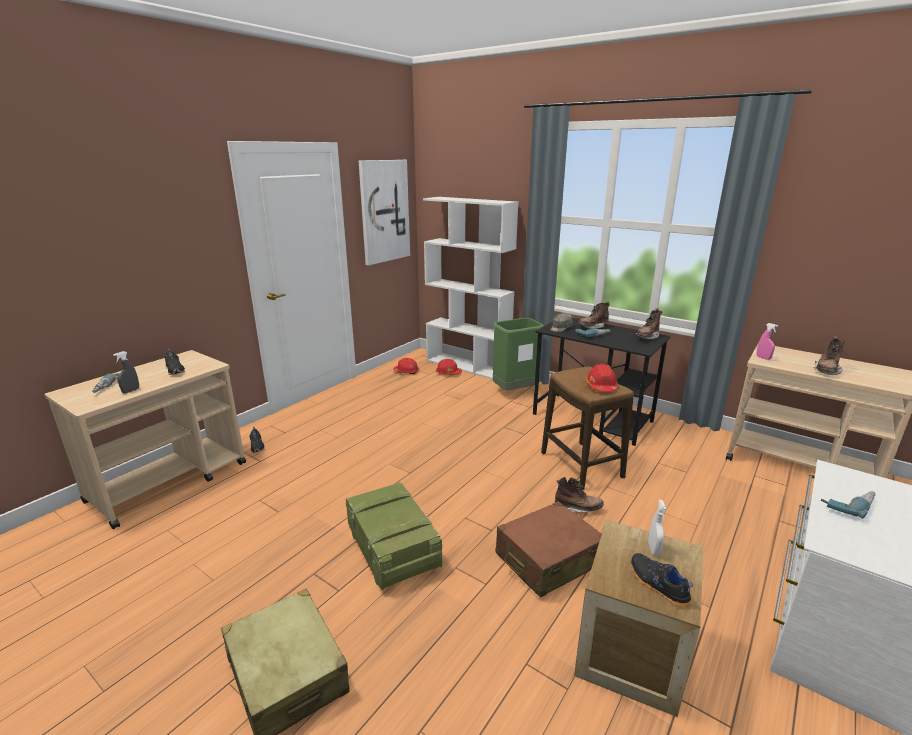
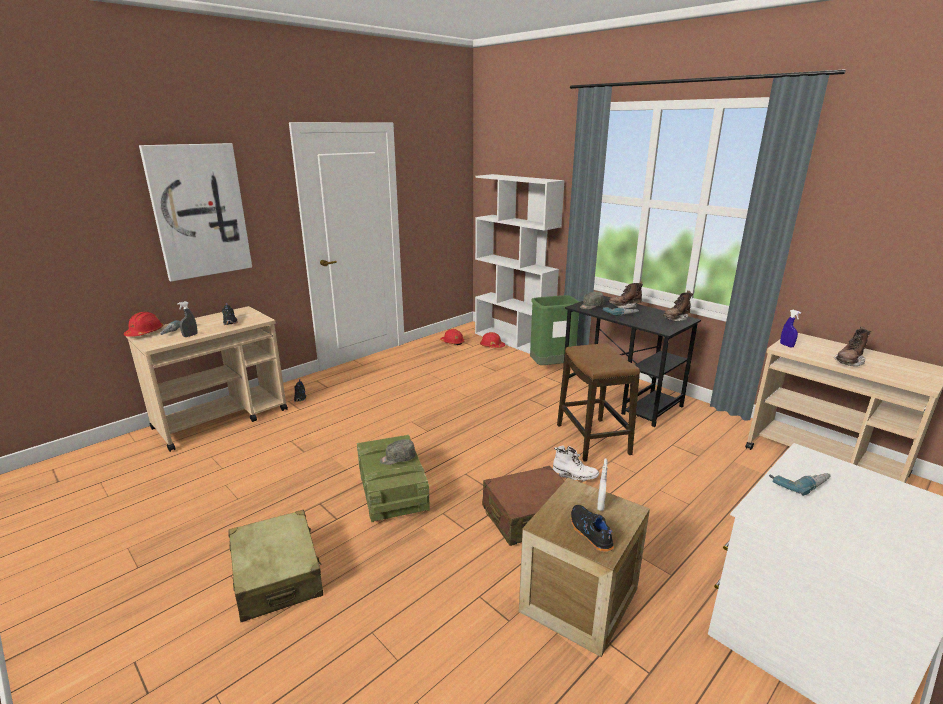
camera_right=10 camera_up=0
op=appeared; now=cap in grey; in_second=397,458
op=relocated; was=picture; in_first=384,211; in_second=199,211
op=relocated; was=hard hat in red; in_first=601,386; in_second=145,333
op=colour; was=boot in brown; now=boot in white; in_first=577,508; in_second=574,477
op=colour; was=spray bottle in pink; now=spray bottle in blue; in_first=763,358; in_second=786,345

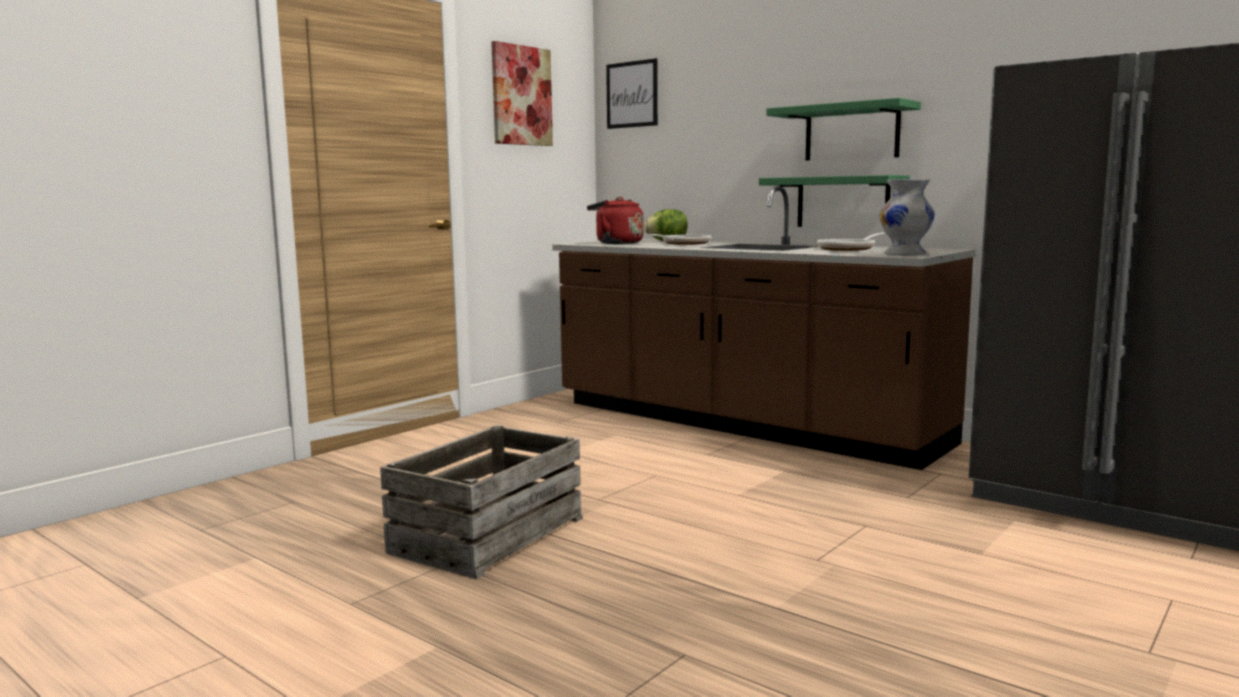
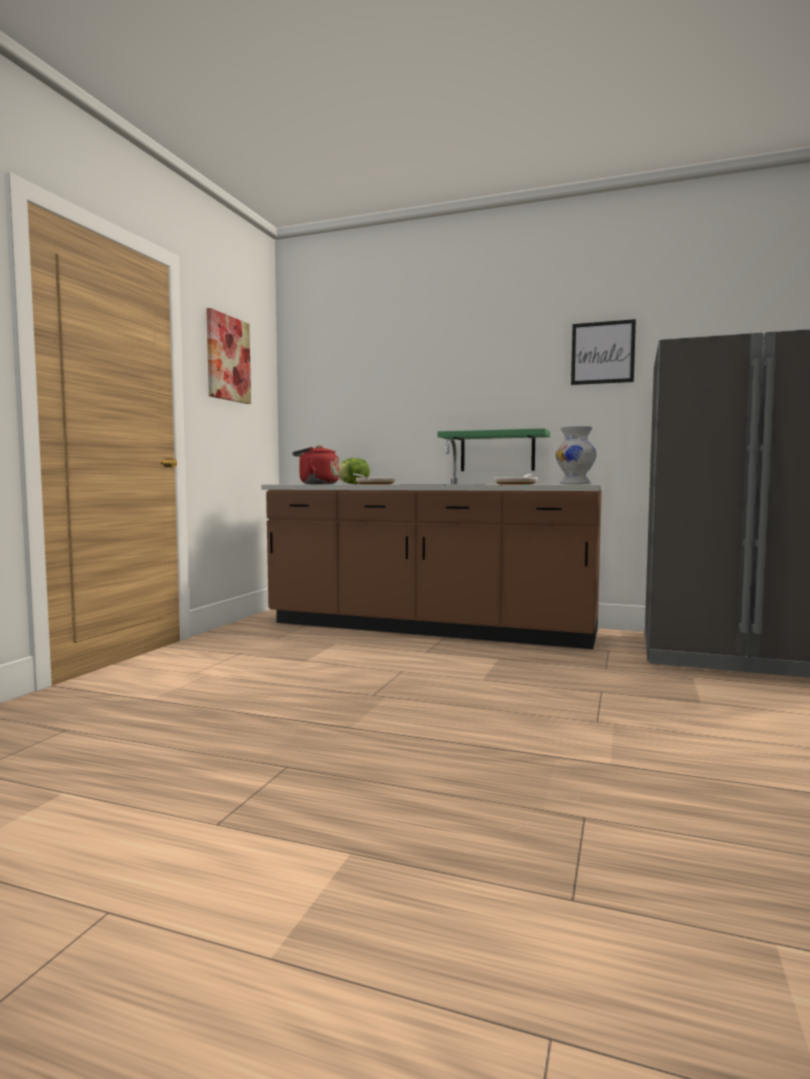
camera_right=-20 camera_up=-5
op=missing; was=crate; in_first=487,534
op=missing; was=shelf in green; in_first=851,132
op=relocated; was=picture; in_first=632,94; in_second=602,353

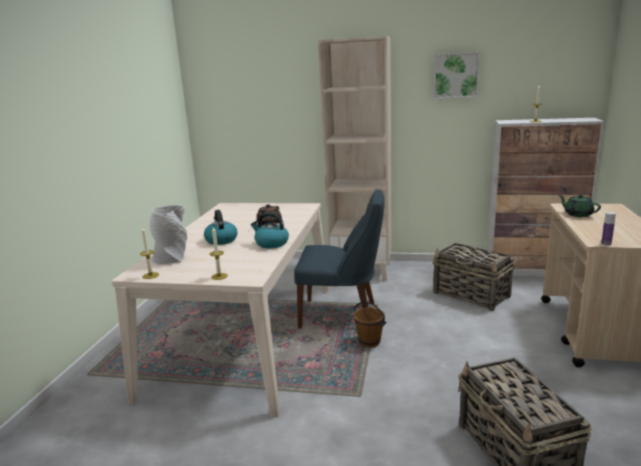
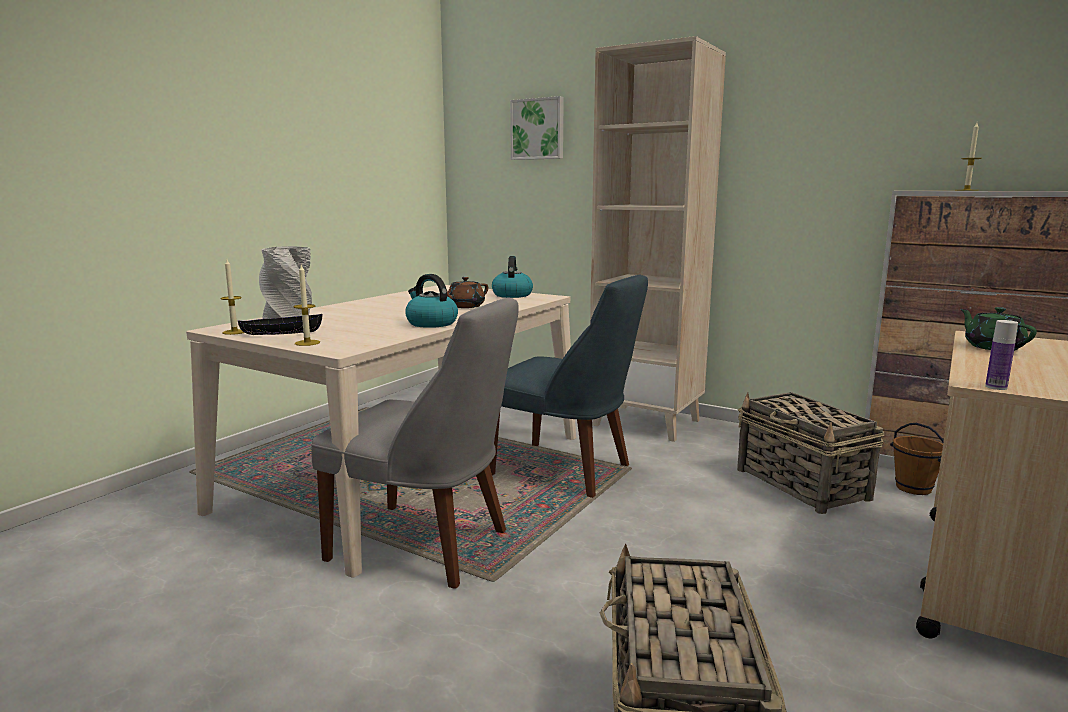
camera_right=20 camera_up=-5
op=appeared; now=bowl in black; in_second=282,333
op=appeared; now=chair in grey; in_second=426,546
op=relocated; was=kettle; in_first=221,240; in_second=512,295
op=relocated; was=bucket in brown; in_first=369,342; in_second=914,488
op=relocated; was=picture; in_first=456,75; in_second=538,129

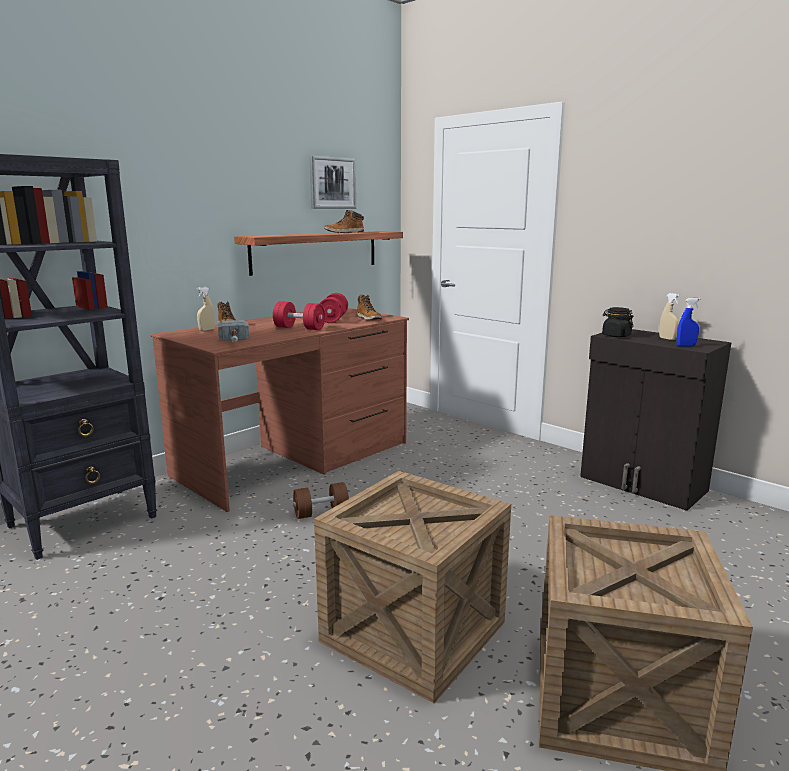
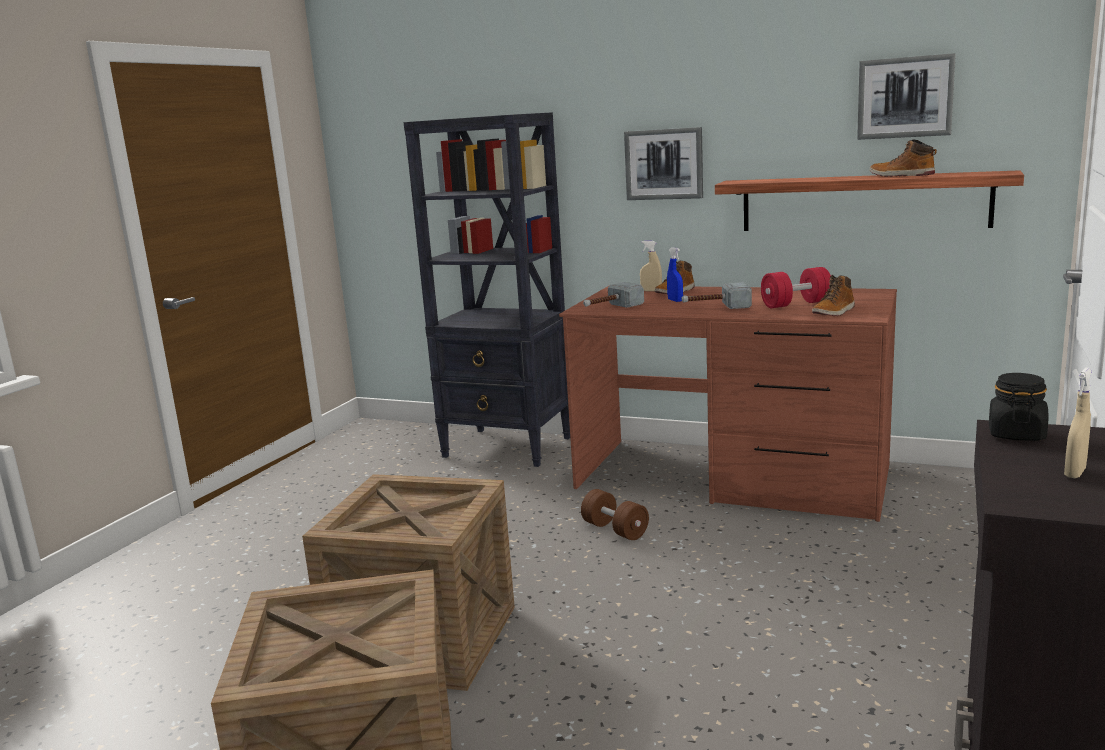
camera_right=70 camera_up=0
op=appeared; now=picture; in_second=664,164
op=relocated; was=spray bottle in blue; in_first=686,346; in_second=675,300
op=exchanged; was=dumbbell in red; now=hammer; in_first=299,328; in_second=716,307

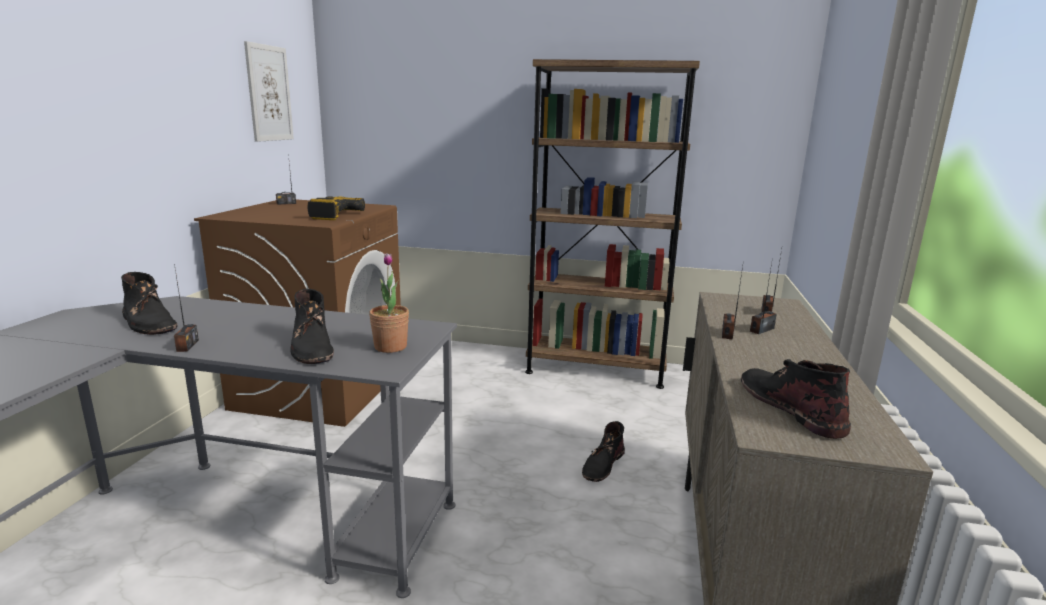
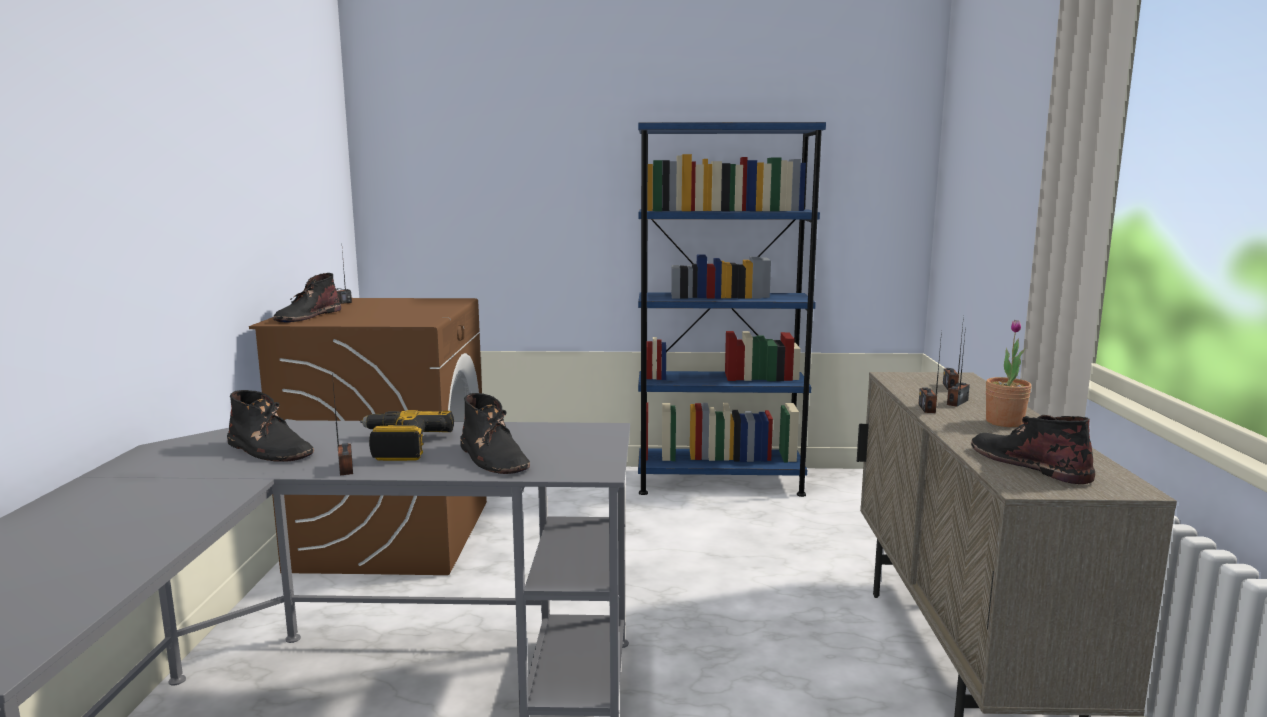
camera_right=-10 camera_up=-5
op=missing; was=picture; in_first=269,93
op=relocated; was=power drill; in_first=330,215; in_second=399,446
op=relocated; was=potted plant; in_first=390,347; in_second=1004,422
op=relocated; was=boot in black; in_first=602,465; in_second=307,316
op=colour; was=bookcase in brown; now=bookcase in blue; in_first=595,369; in_second=719,482

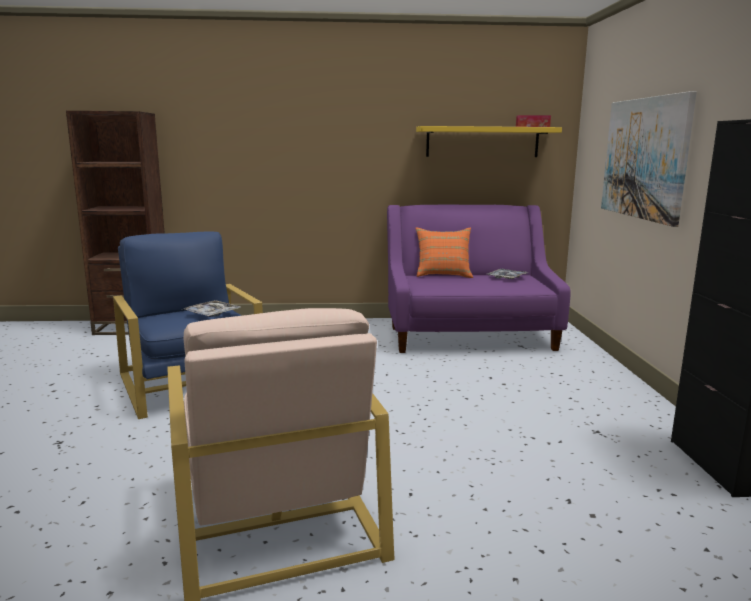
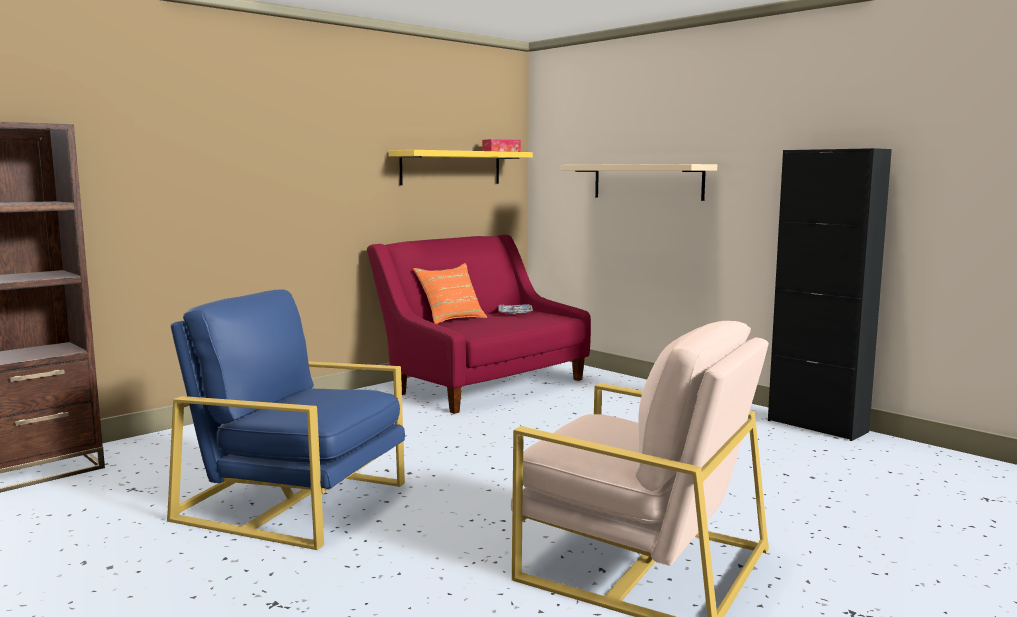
camera_right=-40 camera_up=-5
op=missing; was=tray; in_first=212,314
op=exchanged; was=picture; now=shelf in beige; in_first=644,158; in_second=647,181
op=colour; was=sofa in purple; now=sofa in red; in_first=468,335; in_second=483,384

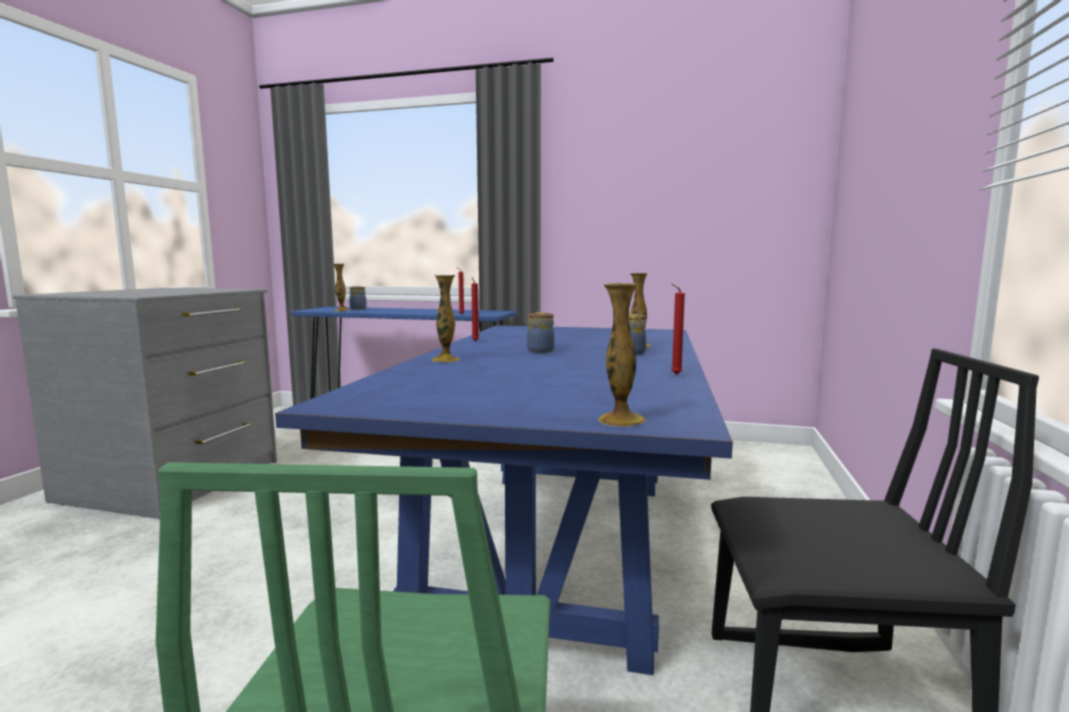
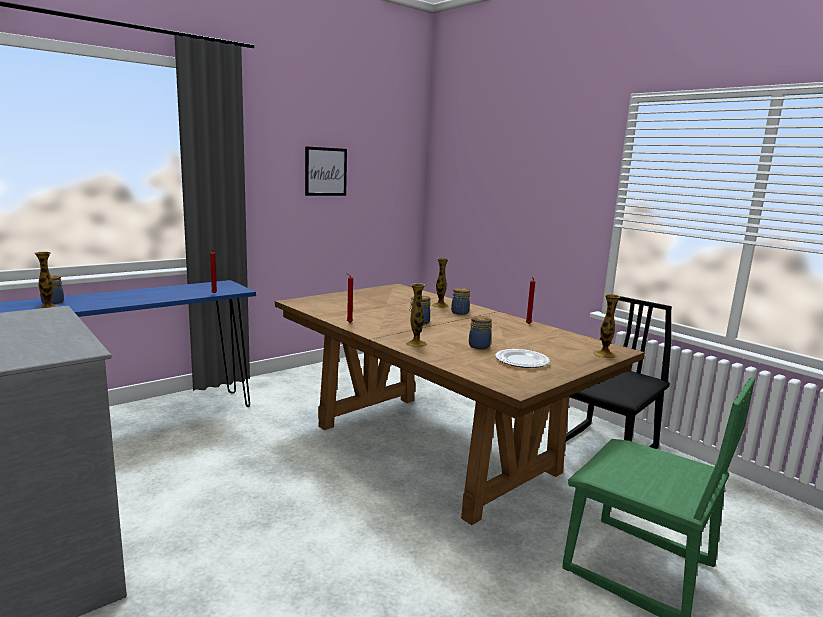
camera_right=-55 camera_up=5
op=appeared; now=picture; in_second=326,171
op=appeared; now=jar; in_second=479,346
op=appeared; now=plate; in_second=521,361
op=colour; was=dining table in blue; now=dining table in brown; in_first=556,545; in_second=431,447

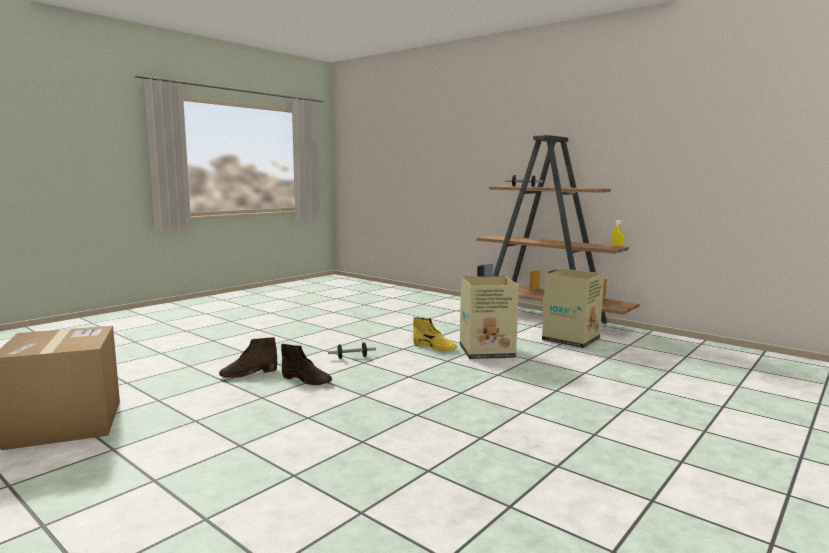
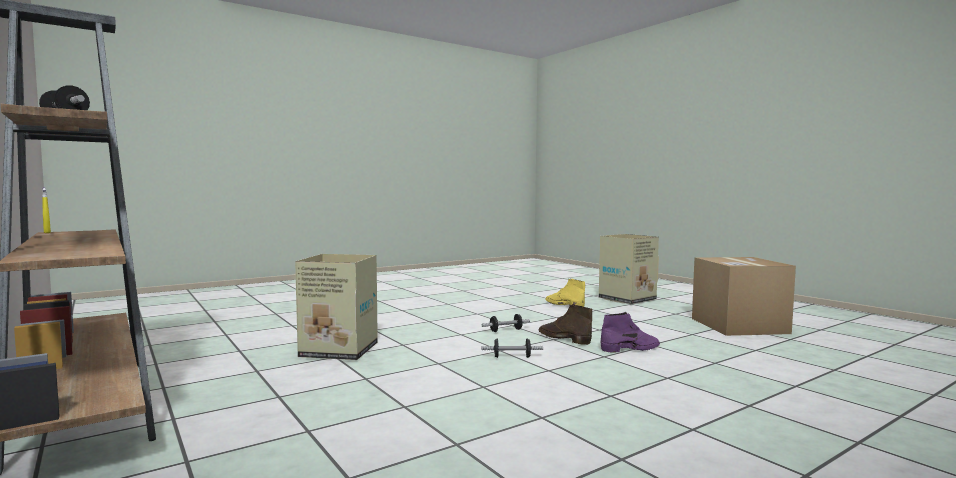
camera_right=-165 camera_up=-5
op=appeared; now=dumbbell; in_second=506,330
op=relocated; was=boot in yellow; in_first=435,347; in_second=564,305
op=relocated; was=cardboard box; in_first=571,339; in_second=626,299
op=colour; was=boot in brown; now=boot in purple; in_first=248,374; in_second=630,348

